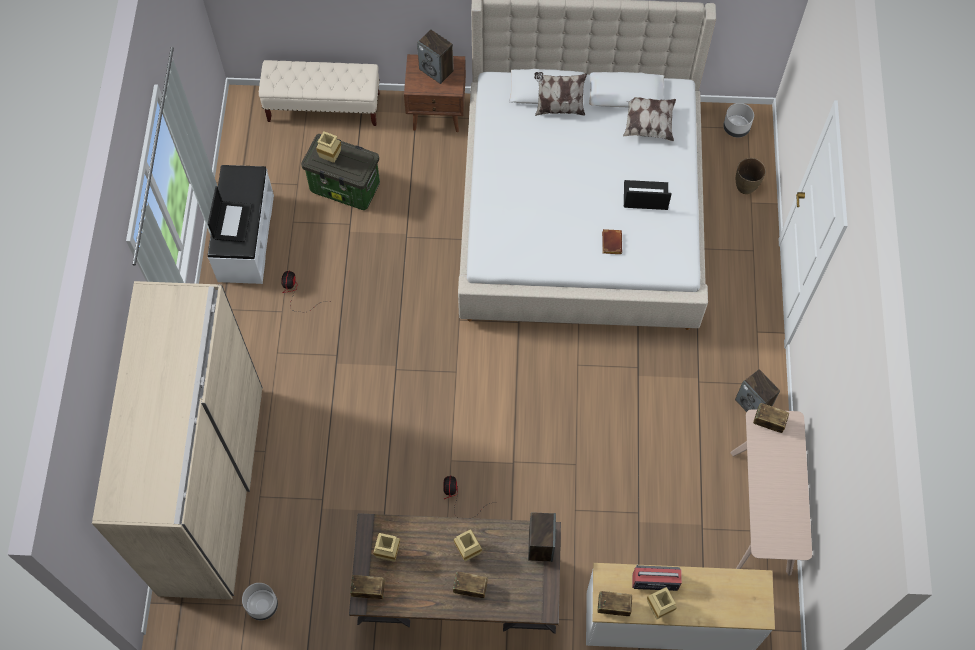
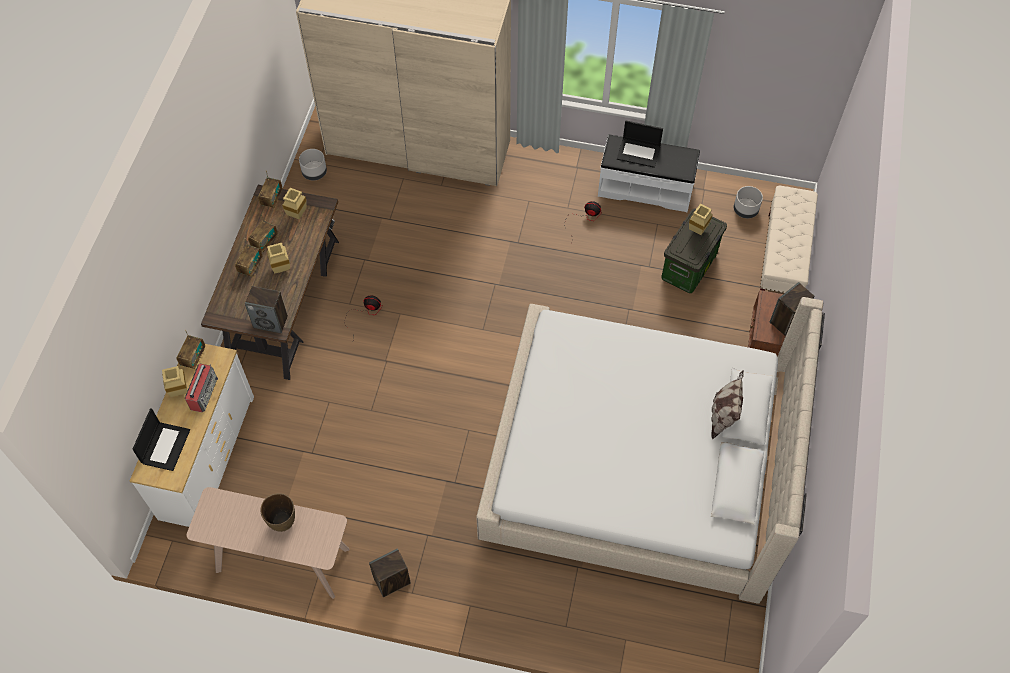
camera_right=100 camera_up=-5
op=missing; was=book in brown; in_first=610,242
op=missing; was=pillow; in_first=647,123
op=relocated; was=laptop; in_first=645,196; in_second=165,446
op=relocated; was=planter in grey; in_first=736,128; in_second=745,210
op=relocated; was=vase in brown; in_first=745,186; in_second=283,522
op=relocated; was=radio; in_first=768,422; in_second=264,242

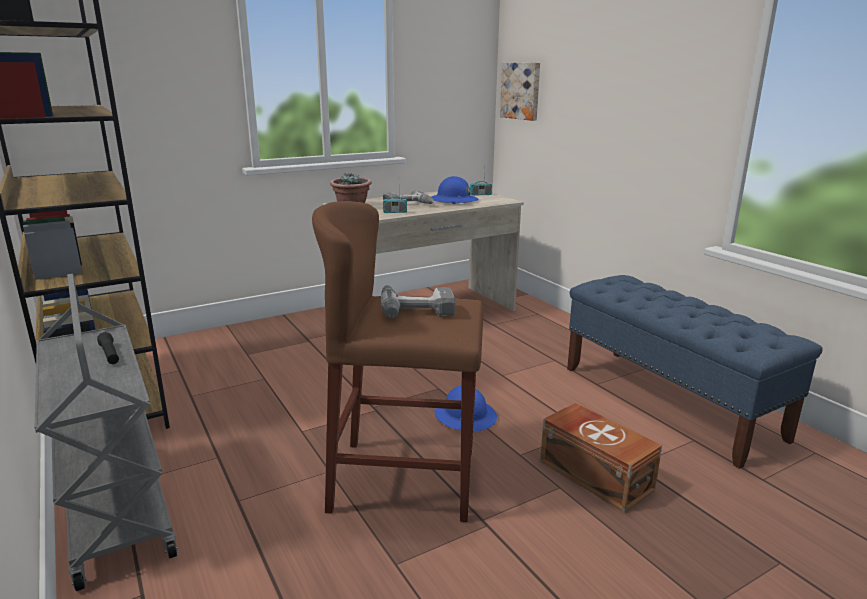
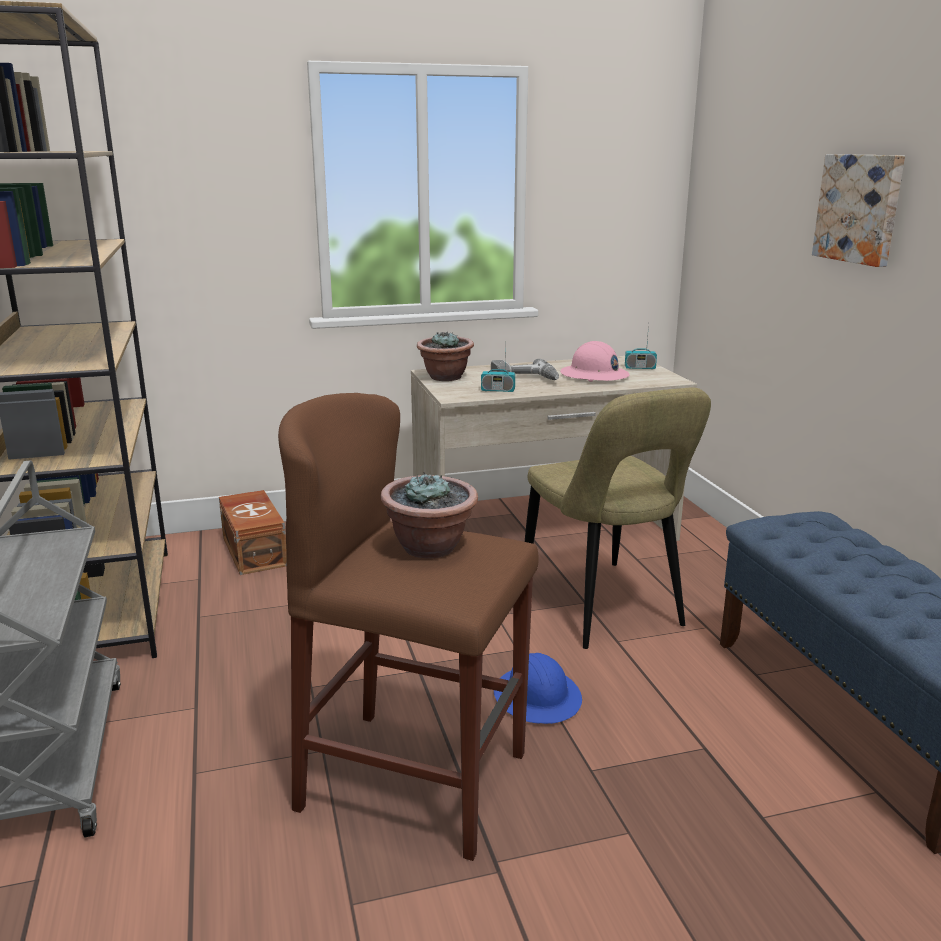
camera_right=15 camera_up=0
op=missing; was=flashlight in black; in_first=110,355
op=appeared; now=chair in beige; in_second=604,607
op=relocated; was=picture; in_first=521,91; in_second=860,208
op=relocated; was=storage box in brown; in_first=595,473; in_second=255,550
op=exchanged; was=power drill; now=potted plant; in_first=415,307; in_second=430,547
op=colour; was=hard hat in blue; now=hard hat in pink; in_first=454,200; in_second=594,375

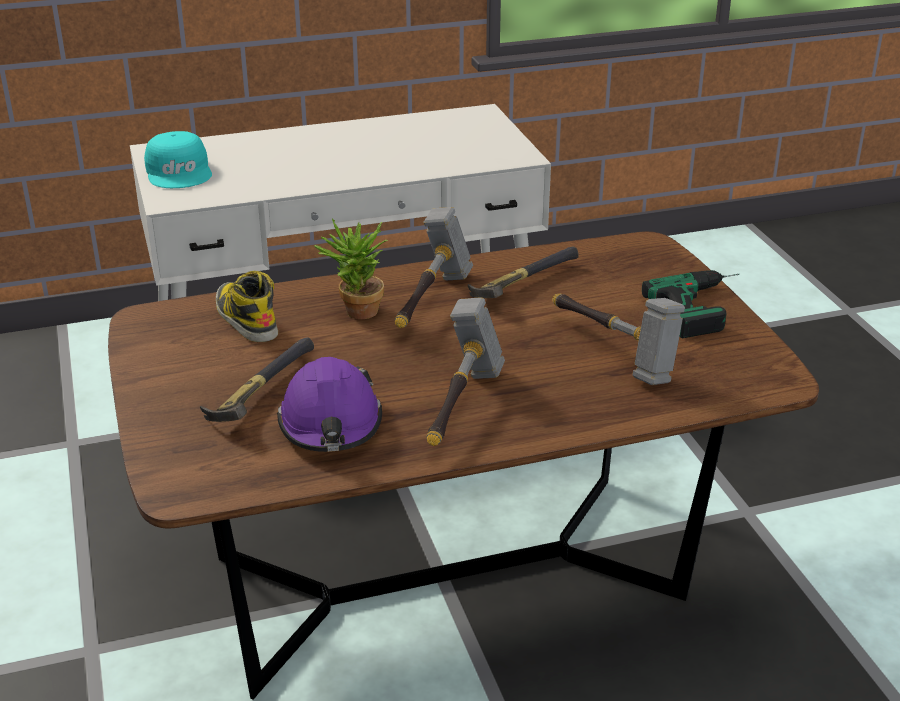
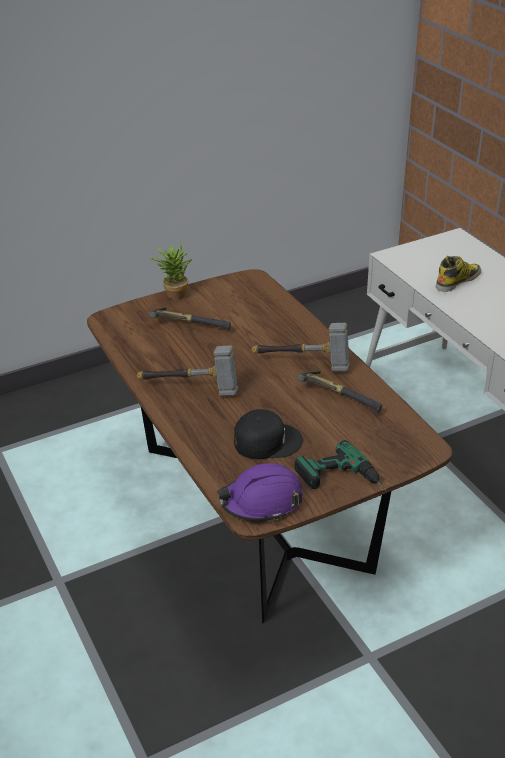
camera_right=80 camera_up=5
op=missing; was=cap in turquoise; in_first=180,172
op=relocated; was=boot; in_first=245,318; in_second=457,280
op=relocated; was=hard hat in purple; in_first=331,424; in_second=262,501
op=relocated; was=potted plant; in_first=356,313; in_second=173,293
op=exchanged; was=hammer; now=cap in black; in_first=612,353; in_second=266,440

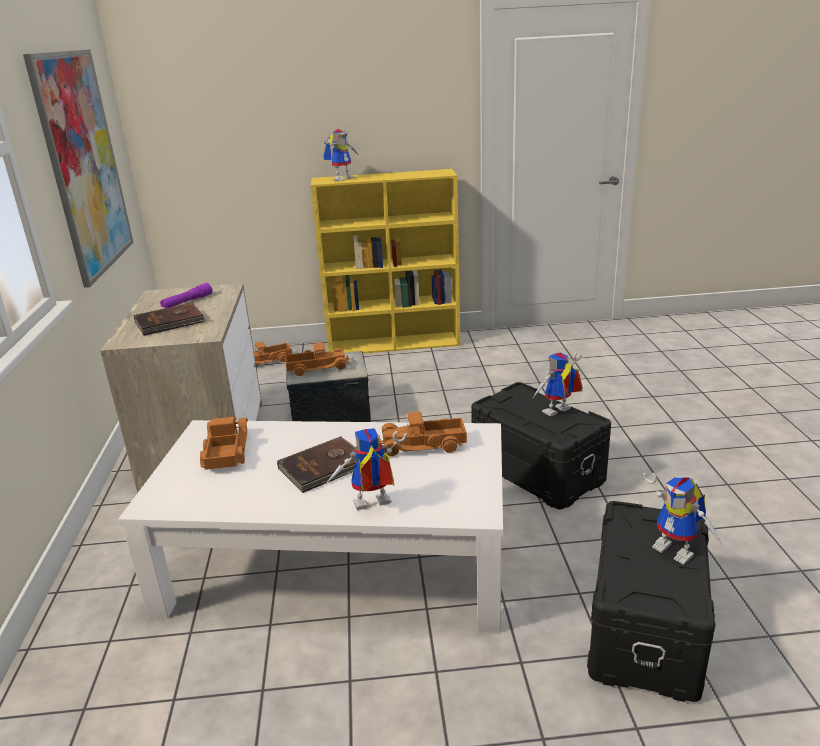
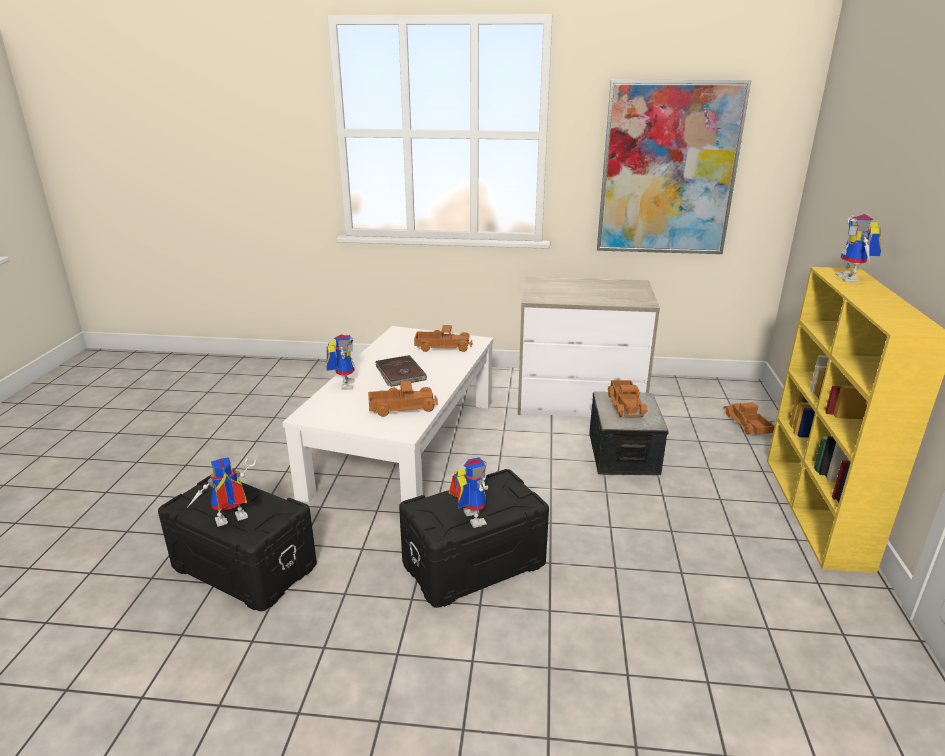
camera_right=100 camera_up=0
op=missing; was=book in brown; in_first=170,322
op=missing; was=flashlight in purple; in_first=187,302
op=spun; was=toy robot; in_first=342,178; in_second=852,279; clockwise=45
op=spun; was=toy truck; in_first=423,446; in_second=402,407; clockwise=75

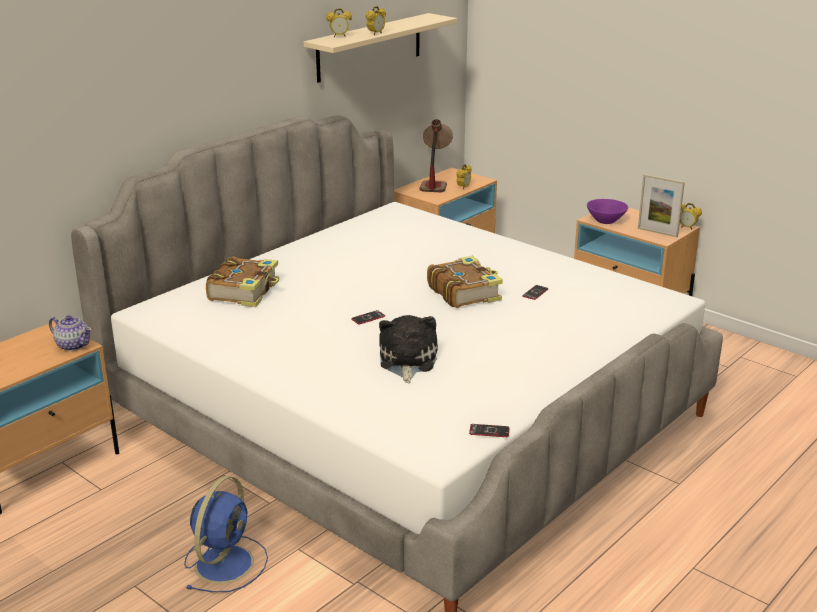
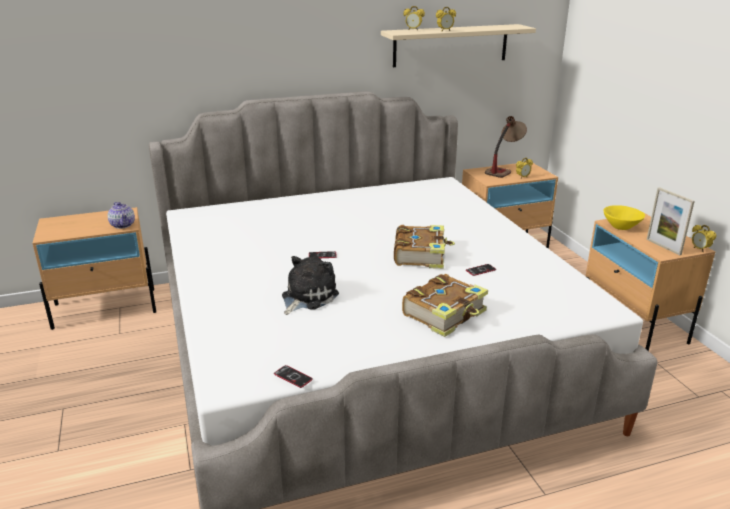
camera_right=30 camera_up=0
op=missing; was=fan in blue; in_first=225,562
op=relocated; was=book; in_first=245,291; in_second=445,314
op=colour; was=bowl in purple; now=bowl in yellow; in_first=606,221; in_second=621,227

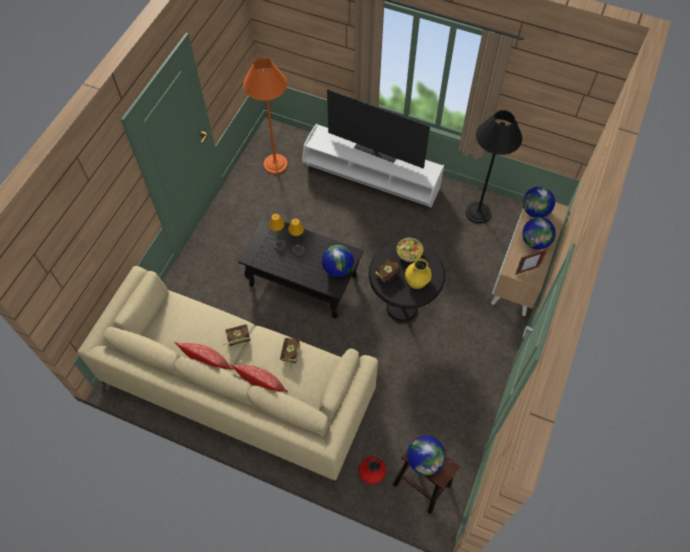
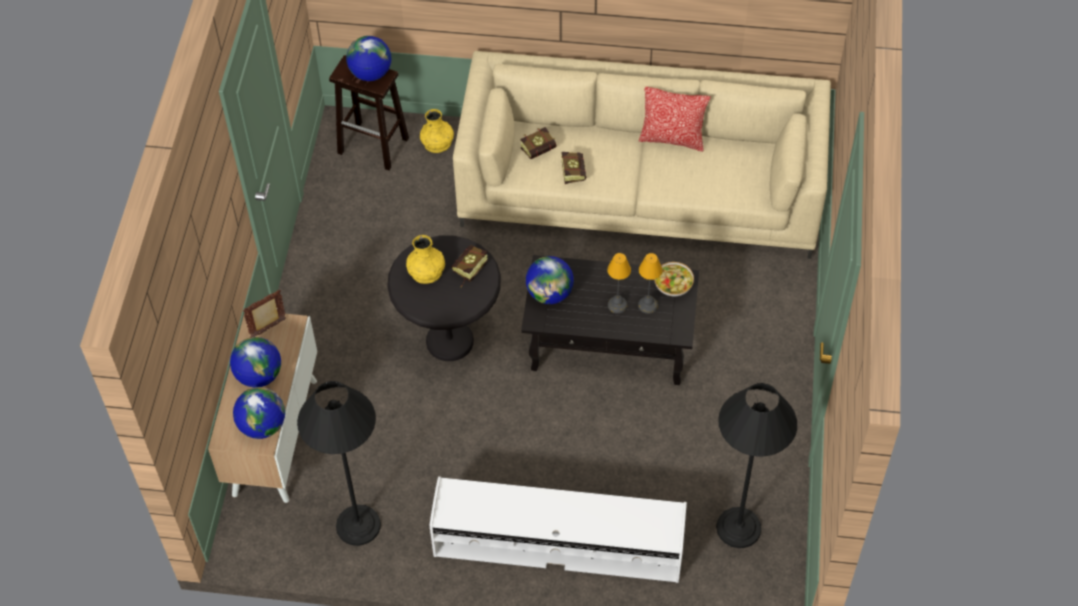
camera_right=165 camera_up=-5
op=missing; was=pillow; in_first=262,386
op=missing; was=television; in_first=375,152
op=relocated; was=book; in_first=236,338; in_second=541,149
op=relocated; was=bowl; in_first=409,253; in_second=673,284
op=colour; was=floor lamp in orange; now=floor lamp in black; in_first=275,164; in_second=738,528
op=colour; was=vase in red; now=vase in yellow; in_first=371,473; in_second=437,143

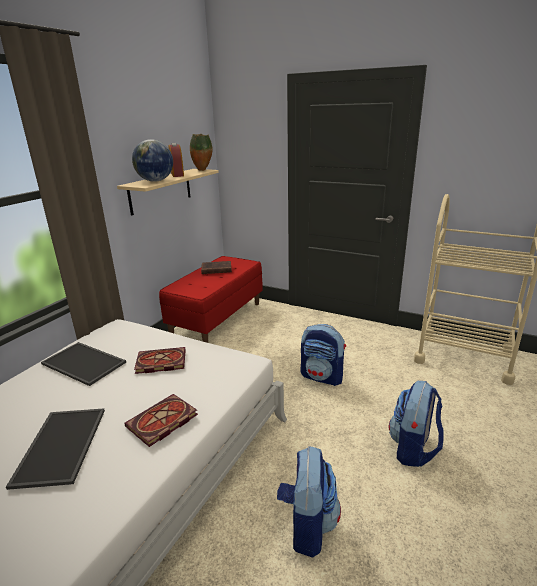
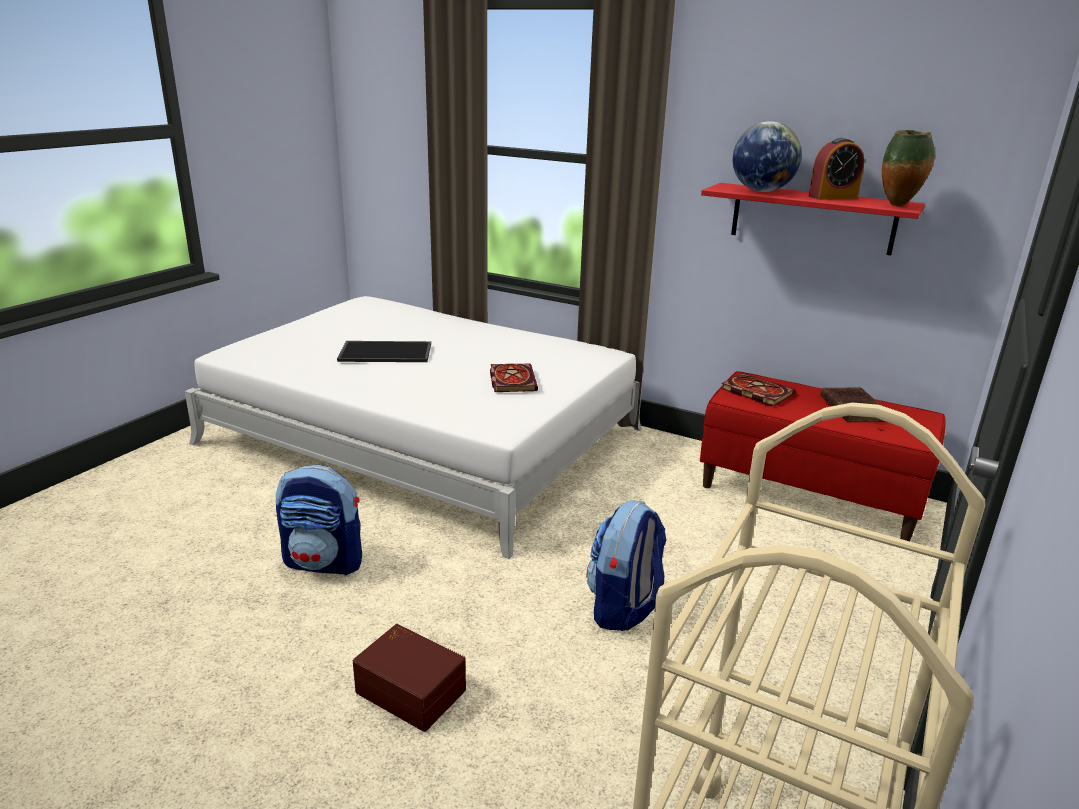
camera_right=90 camera_up=0
op=missing; was=tray; in_first=85,363
op=relocated; was=book; in_first=161,422; in_second=755,392
op=exchanged; was=backpack; now=storage box in brown; in_first=413,449; in_second=412,689
op=colour; was=shelf in beige; now=shelf in red; in_first=160,191; in_second=812,218

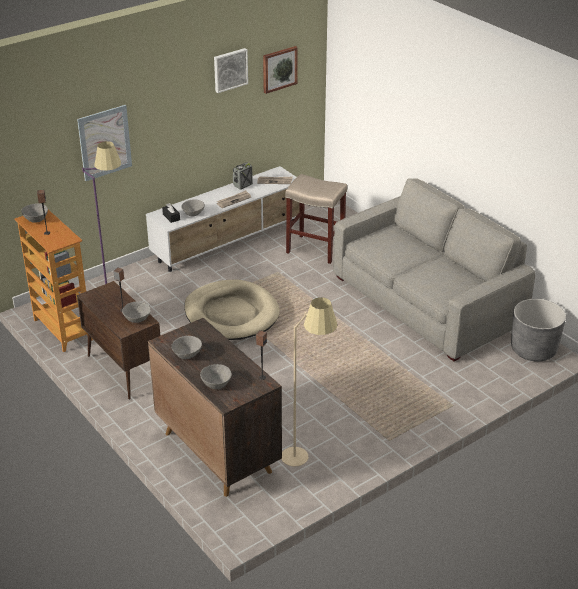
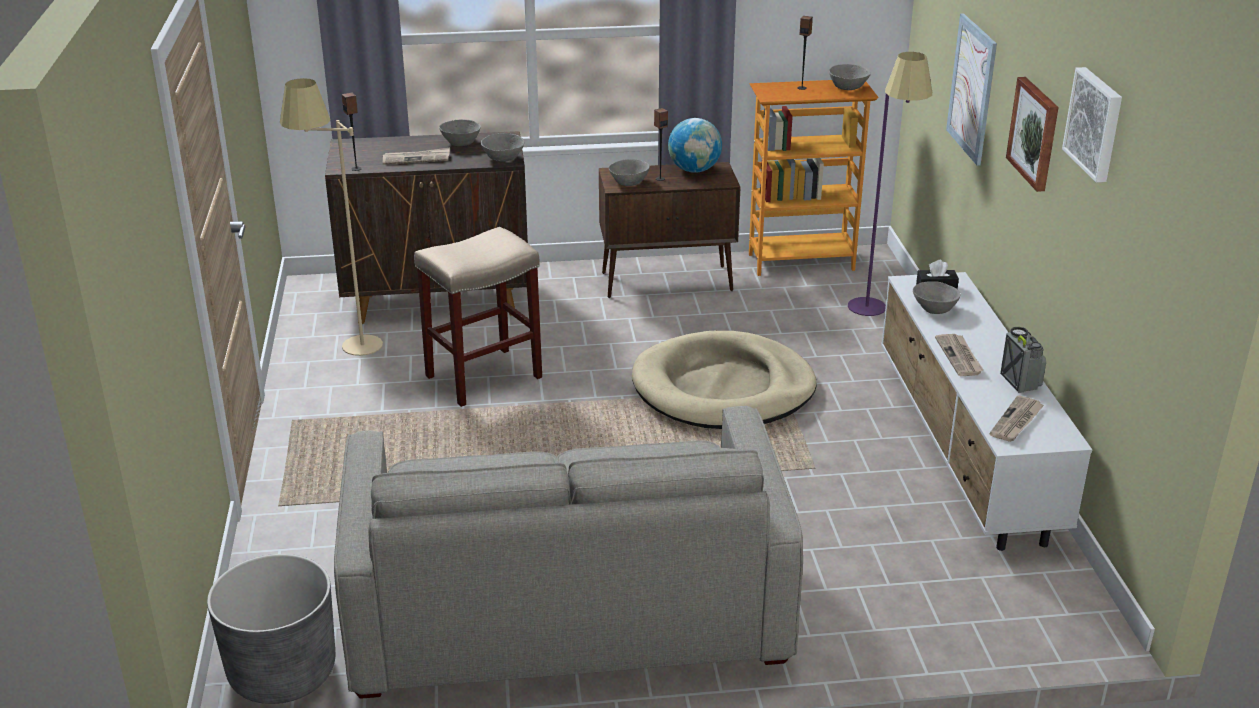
camera_right=120 camera_up=-5
op=appeared; now=newspaper; in_second=416,158
op=appeared; now=globe; in_second=694,170
op=relocated; was=bowl in grey; in_first=216,384; in_second=502,158
op=relocated; was=picture; in_first=279,69; in_second=1035,133
op=relocated; was=stool in beige; in_first=316,249; in_second=483,377

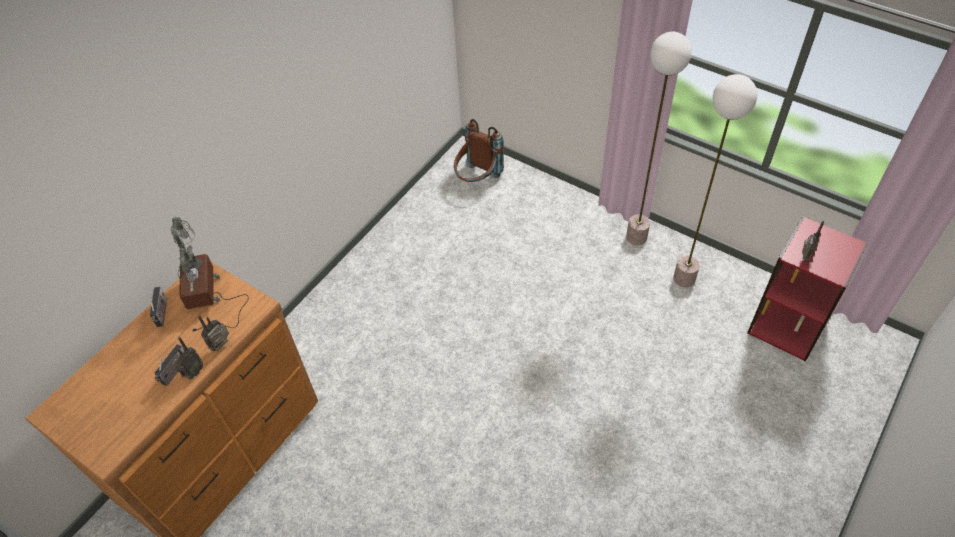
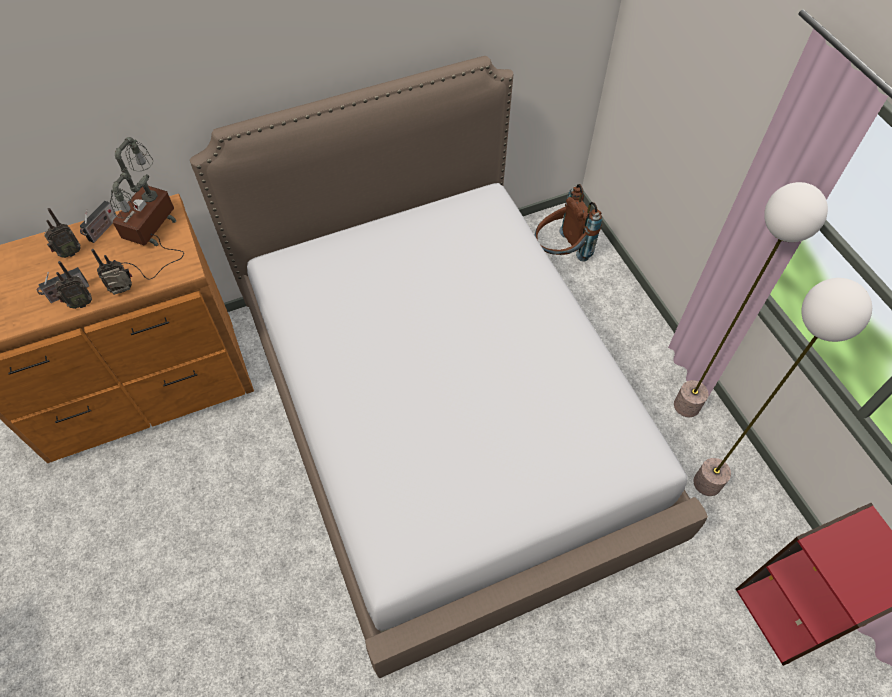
camera_right=30 camera_up=5
op=appeared; now=bed; in_second=446,417
op=relocated; was=radio; in_first=804,258; in_second=69,253

